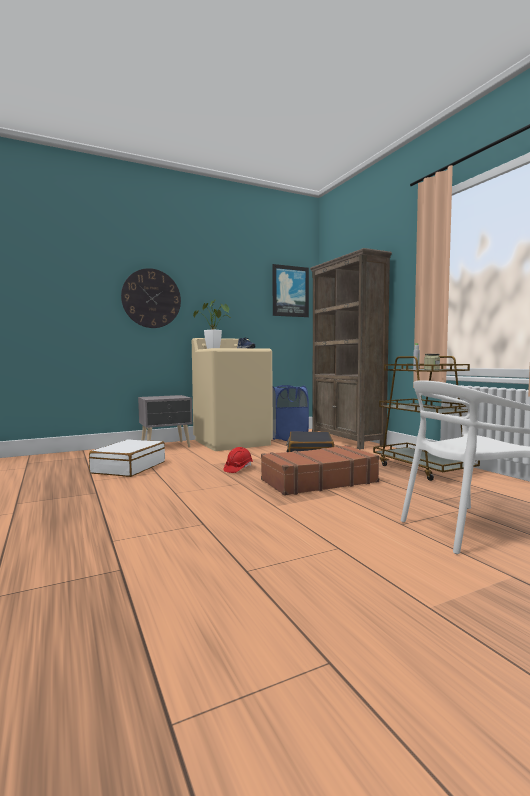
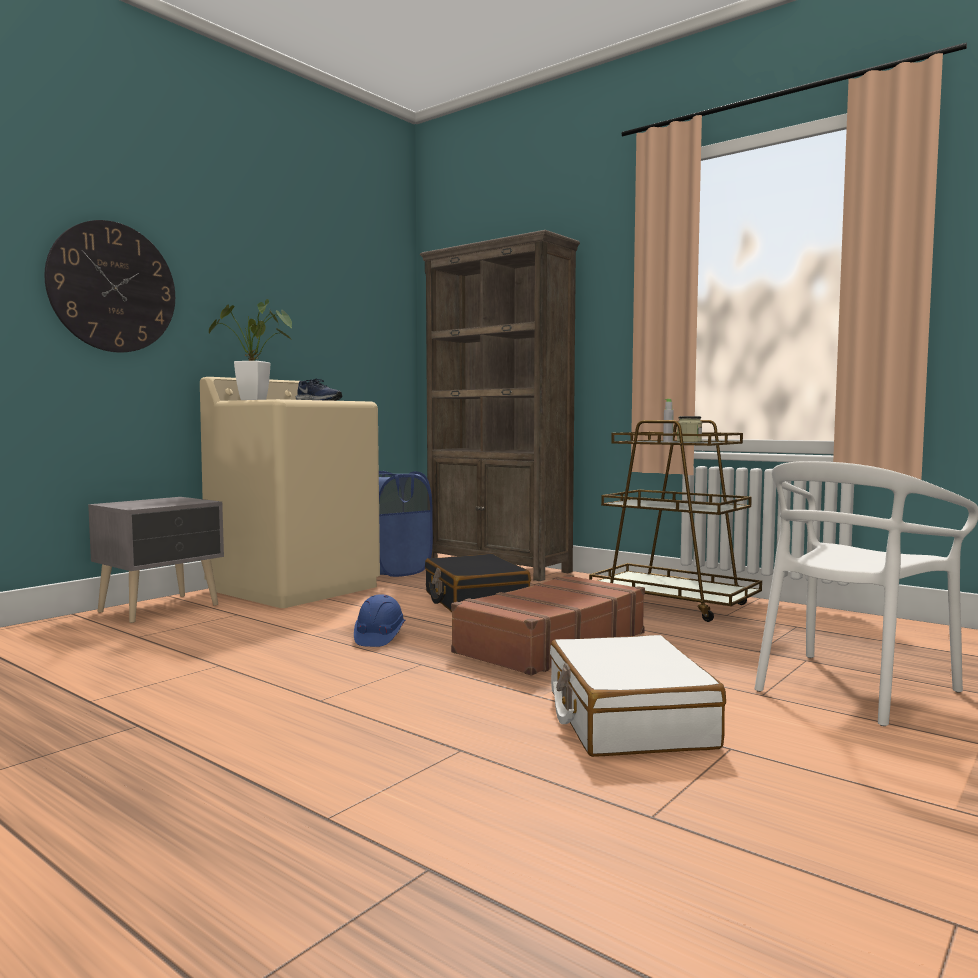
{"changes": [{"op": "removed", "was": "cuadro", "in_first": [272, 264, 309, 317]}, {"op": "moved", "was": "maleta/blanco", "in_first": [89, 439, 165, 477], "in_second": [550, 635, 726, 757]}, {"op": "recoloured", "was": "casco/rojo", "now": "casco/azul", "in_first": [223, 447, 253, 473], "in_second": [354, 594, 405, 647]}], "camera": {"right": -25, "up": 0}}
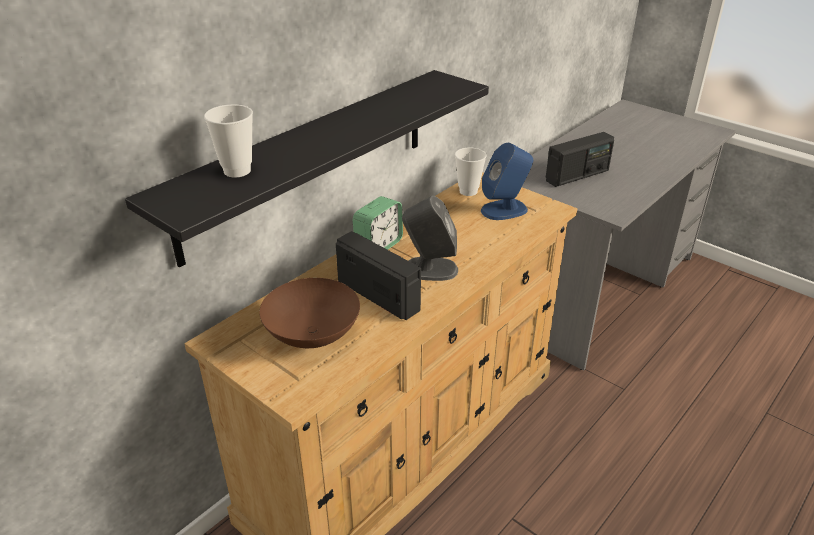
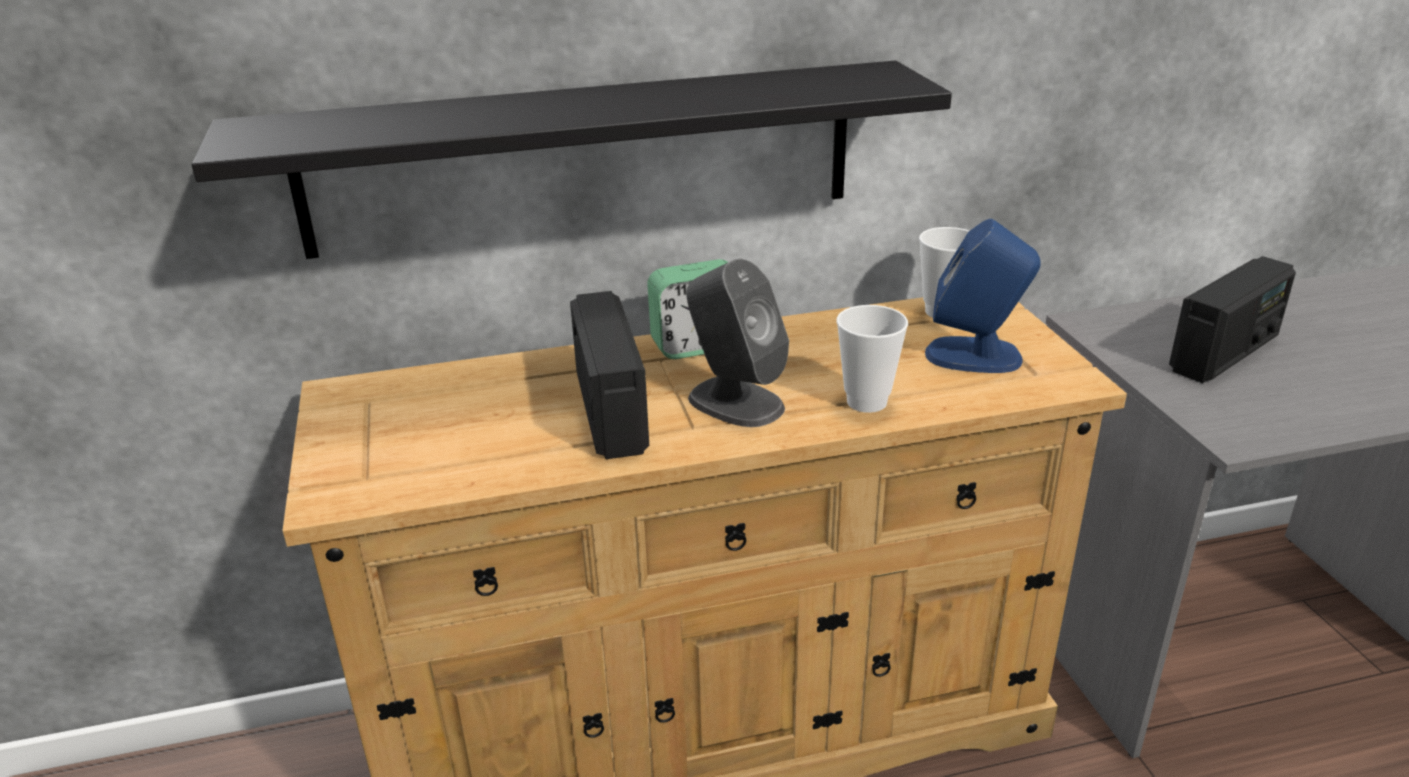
{"changes": [{"op": "moved", "was": "taza", "in_first": [204, 104, 253, 177], "in_second": [837, 305, 908, 413]}, {"op": "turned", "was": "radio", "in_first": [546, 132, 614, 187], "in_second": [1169, 256, 1296, 383], "clockwise": -45}, {"op": "removed", "was": "cuenco/marrón", "in_first": [259, 278, 360, 348]}], "camera": {"right": 35, "up": -5}}
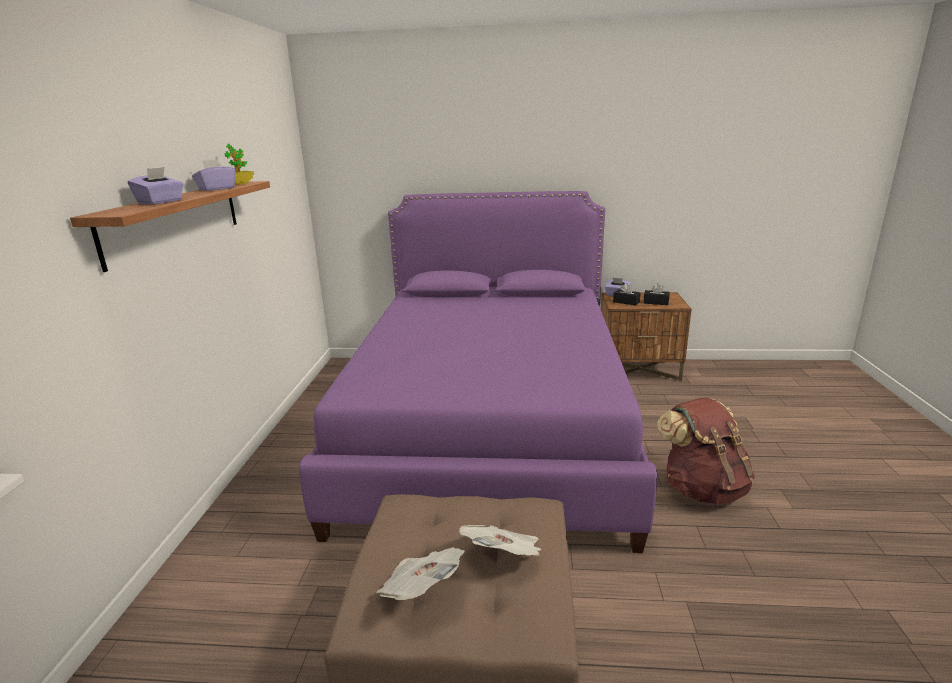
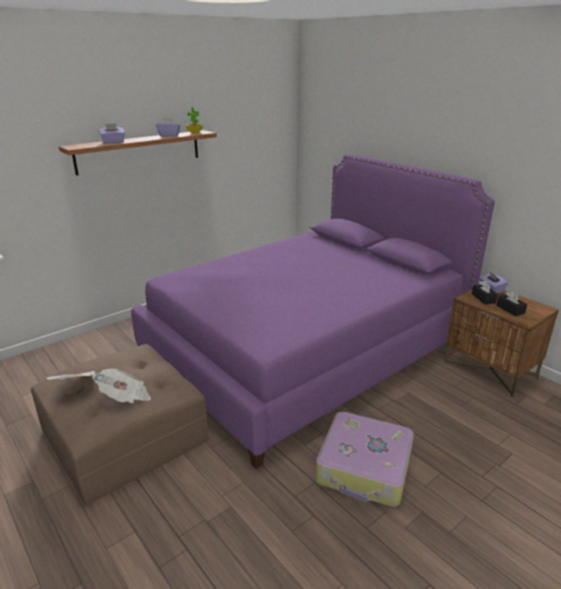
{"changes": [{"op": "replaced", "was": "mochila/marrón", "now": "maleta", "in_first": [657, 397, 755, 505], "in_second": [316, 412, 414, 507]}], "camera": {"right": 45, "up": 5}}
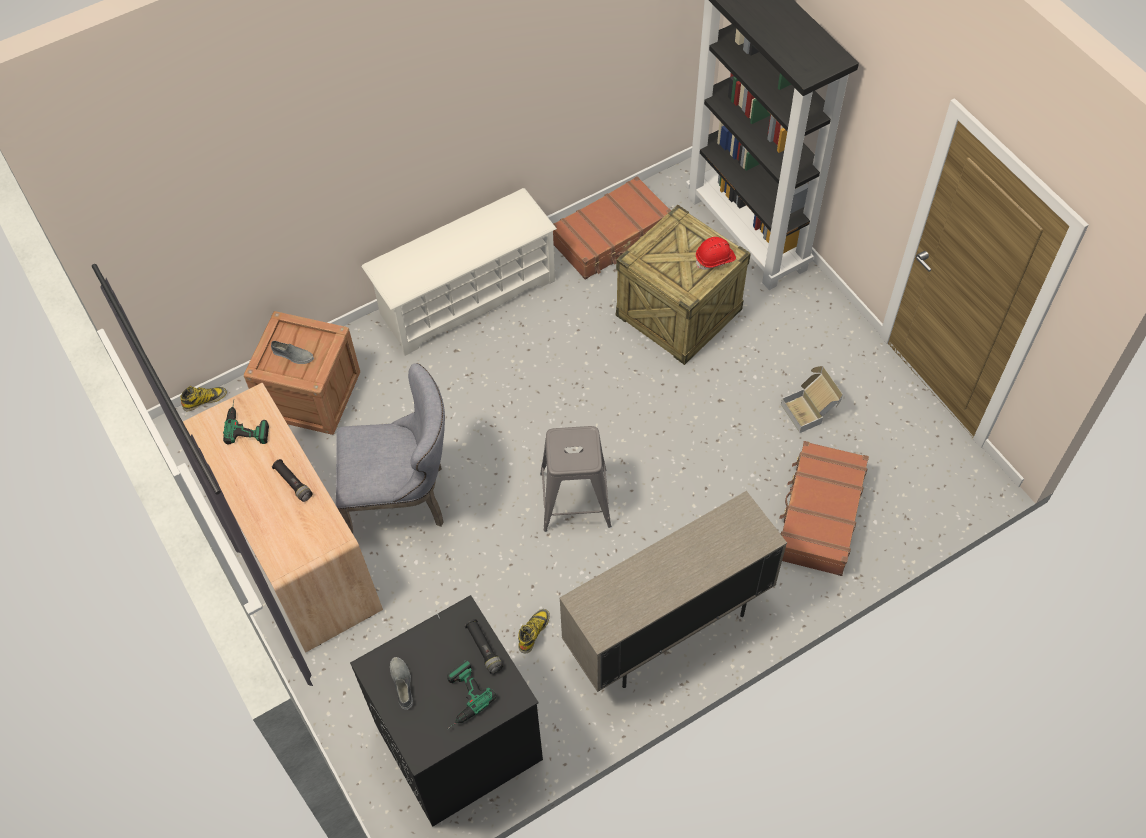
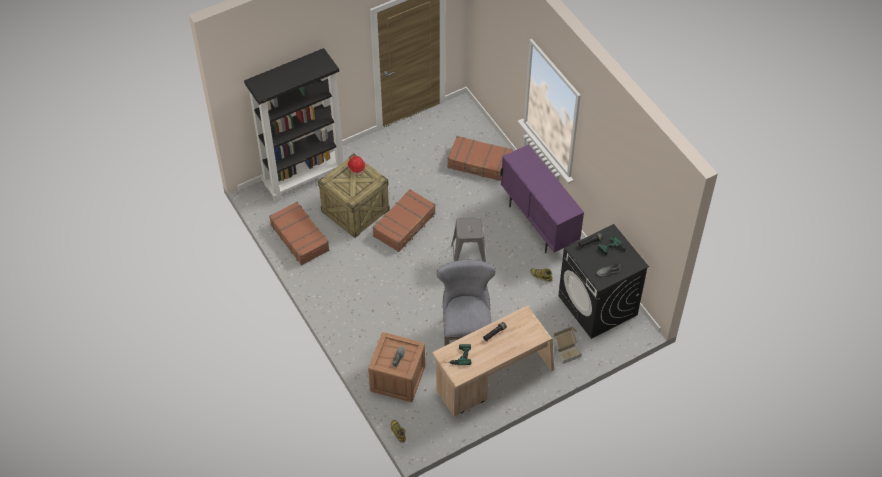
{"changes": [{"op": "removed", "was": "zapatero/blanco", "in_first": [361, 188, 557, 356]}, {"op": "moved", "was": "caja de cartón", "in_first": [781, 366, 843, 433], "in_second": [553, 327, 582, 364]}, {"op": "recoloured", "was": "armario/beis", "now": "armario/morado", "in_first": [559, 491, 787, 692], "in_second": [500, 144, 584, 253]}, {"op": "added", "now": "maleta/marrón", "in_second": [373, 189, 436, 252]}], "camera": {"right": -90, "up": -5}}
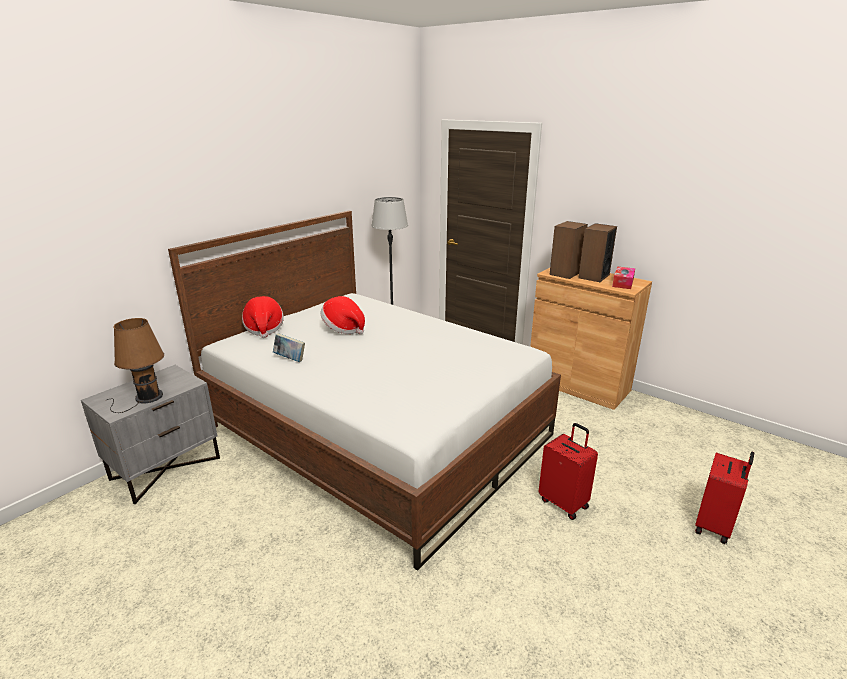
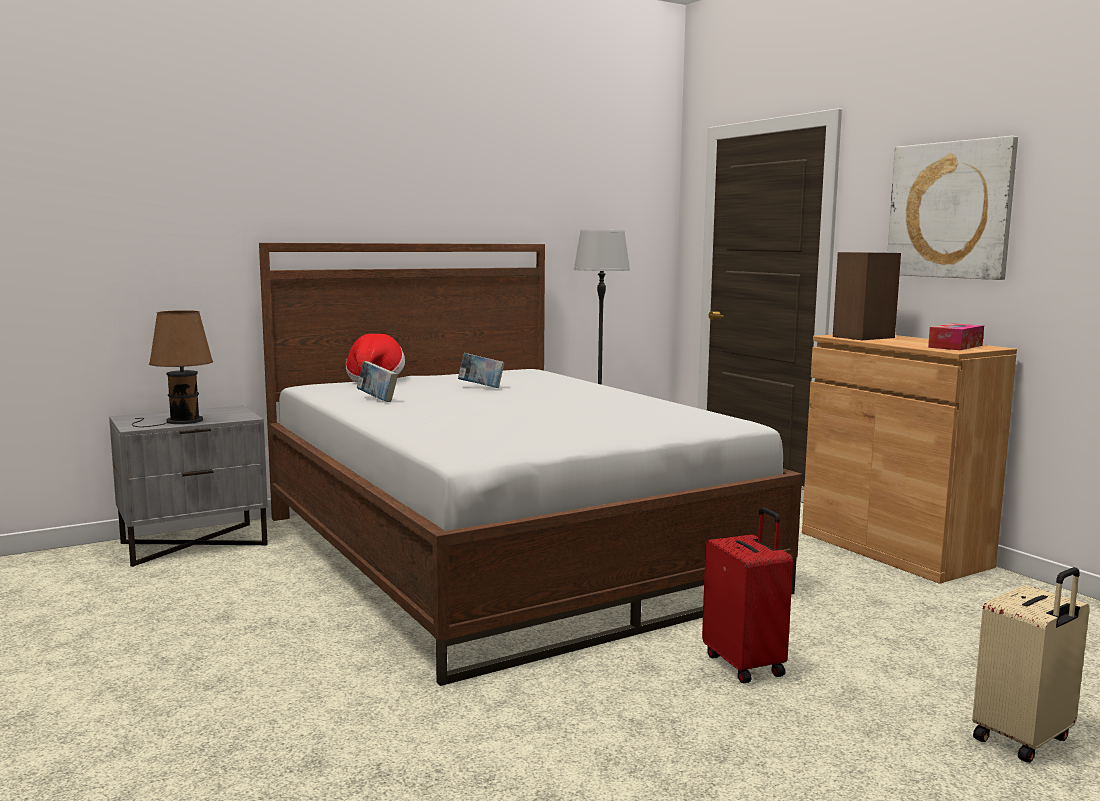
{"changes": [{"op": "removed", "was": "altavoz", "in_first": [579, 223, 617, 282]}, {"op": "replaced", "was": "sombrero", "now": "libro", "in_first": [320, 296, 365, 334], "in_second": [458, 353, 504, 388]}, {"op": "recoloured", "was": "maleta/rojo", "now": "maleta/beis", "in_first": [695, 452, 754, 544], "in_second": [972, 567, 1090, 763]}, {"op": "added", "now": "cuadro", "in_second": [887, 136, 1018, 280]}], "camera": {"right": 20, "up": -15}}
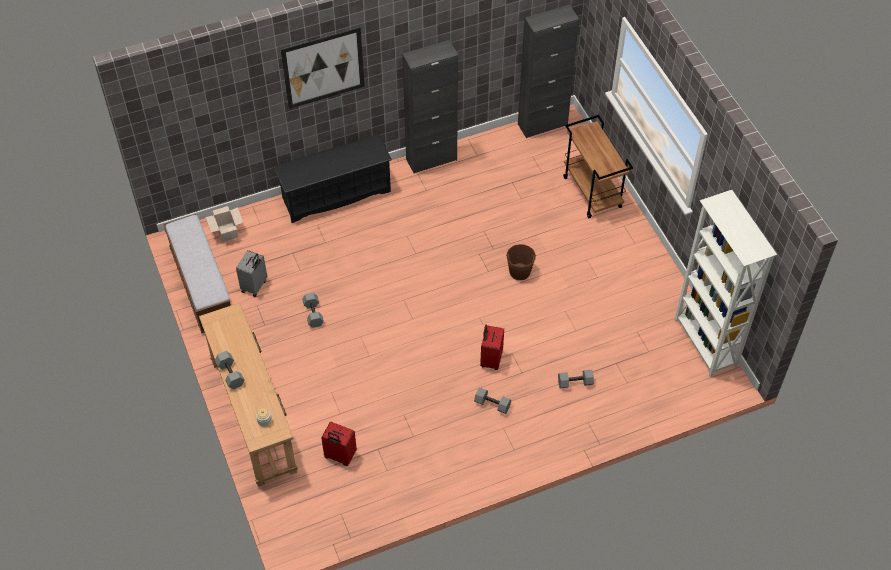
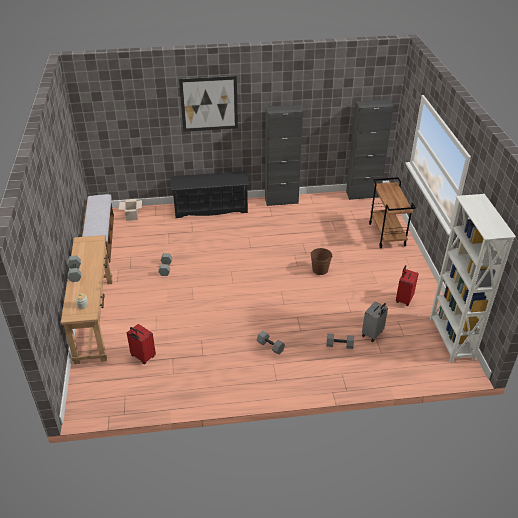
{"changes": [{"op": "moved", "was": "maleta/gris", "in_first": [236, 250, 267, 297], "in_second": [362, 301, 388, 342]}, {"op": "moved", "was": "maleta/rojo", "in_first": [480, 325, 504, 370], "in_second": [396, 265, 419, 306]}], "camera": {"right": 15, "up": -15}}
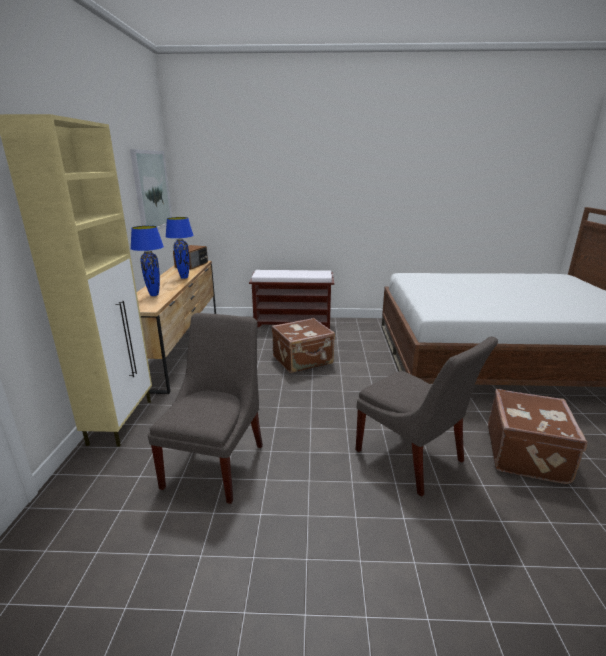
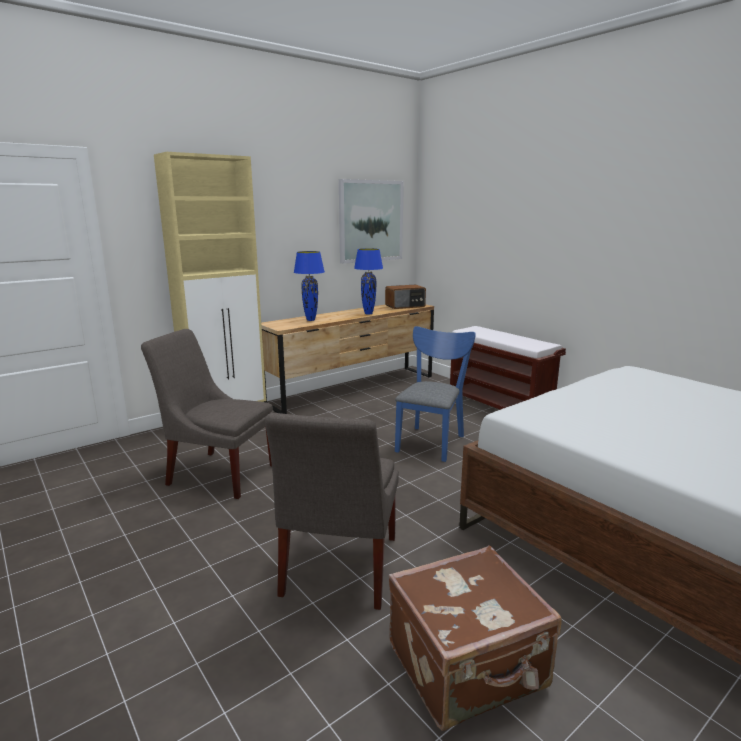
{"changes": [{"op": "turned", "was": "silla/gris", "in_first": [148, 313, 263, 504], "in_second": [141, 329, 274, 499], "clockwise": -135}, {"op": "replaced", "was": "maleta/marrón", "now": "silla/azul", "in_first": [271, 318, 335, 373], "in_second": [395, 326, 476, 462]}], "camera": {"right": 50, "up": -5}}
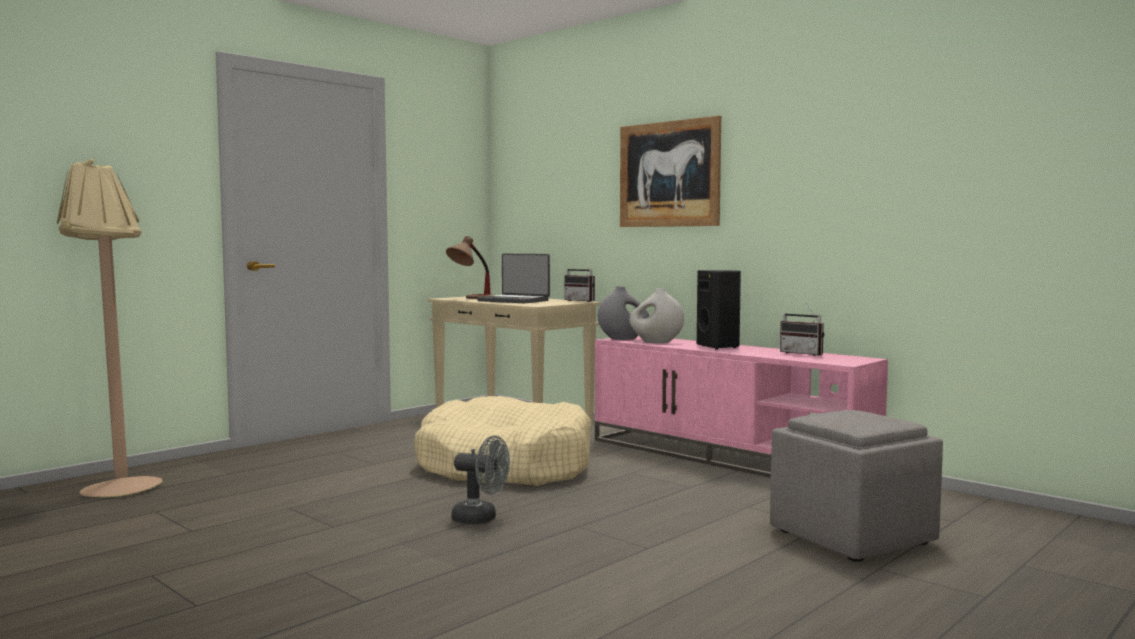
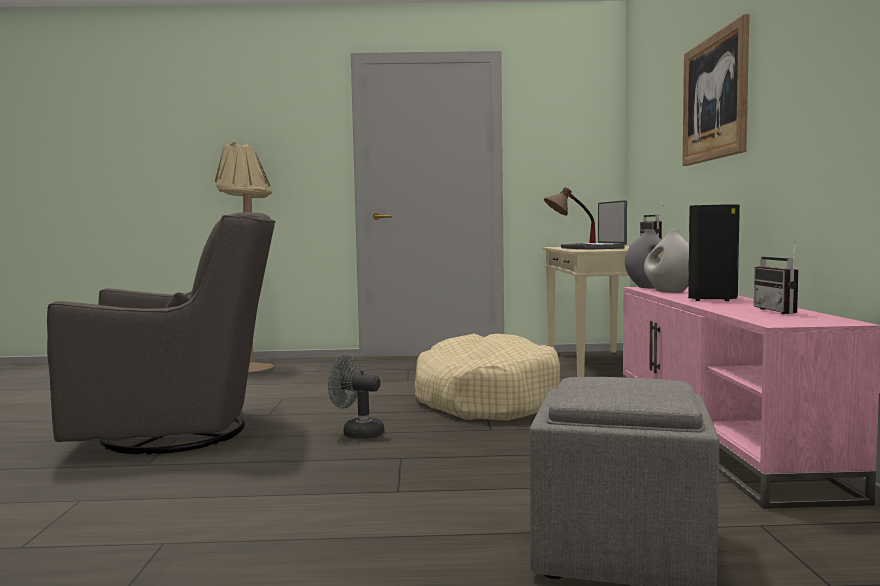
{"changes": [{"op": "turned", "was": "ventilador/gris", "in_first": [451, 435, 510, 524], "in_second": [328, 355, 384, 439], "clockwise": 135}, {"op": "added", "now": "sillón/gris", "in_second": [47, 212, 275, 455]}], "camera": {"right": 45, "up": 0}}
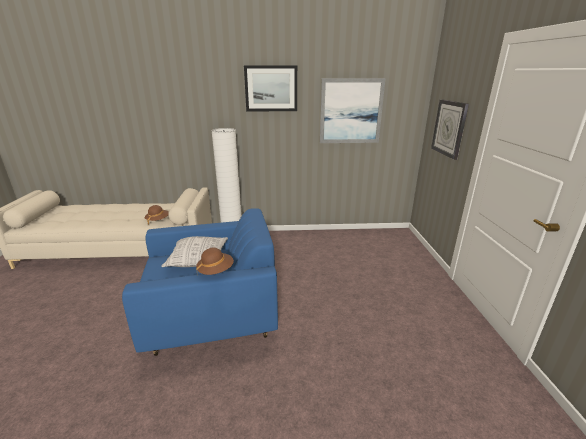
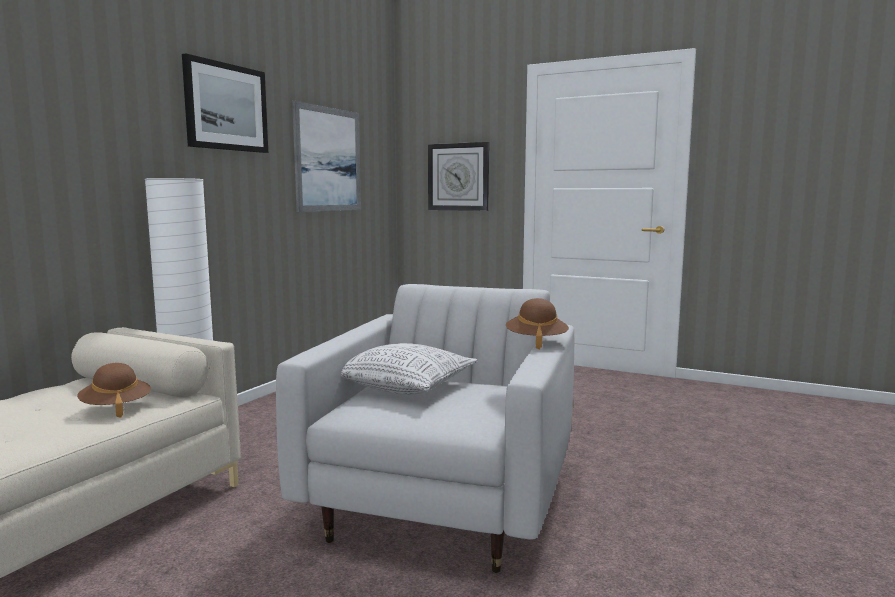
{"changes": [{"op": "recoloured", "was": "sillón/azul", "now": "sillón/blanco", "in_first": [122, 208, 278, 356], "in_second": [276, 284, 574, 573]}], "camera": {"right": -60, "up": -15}}
